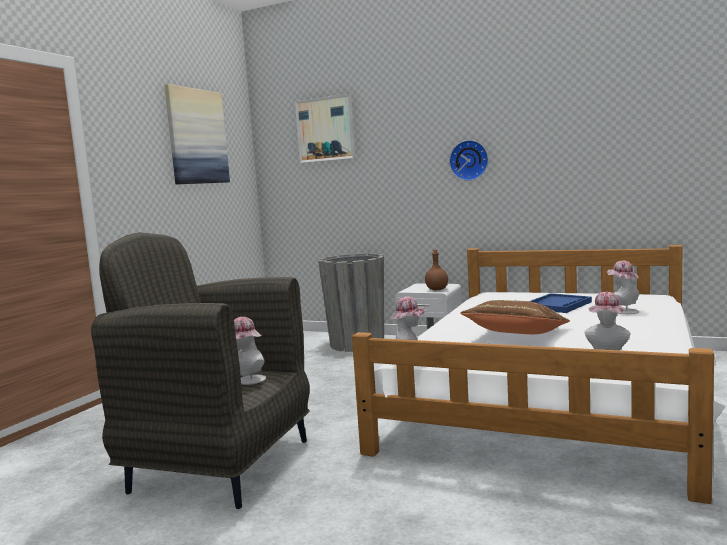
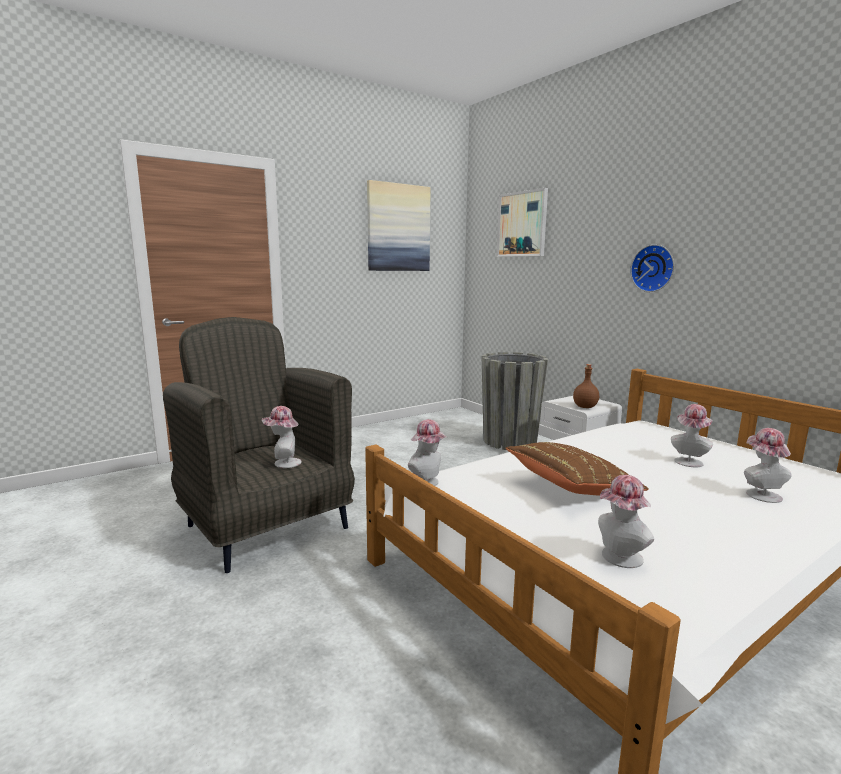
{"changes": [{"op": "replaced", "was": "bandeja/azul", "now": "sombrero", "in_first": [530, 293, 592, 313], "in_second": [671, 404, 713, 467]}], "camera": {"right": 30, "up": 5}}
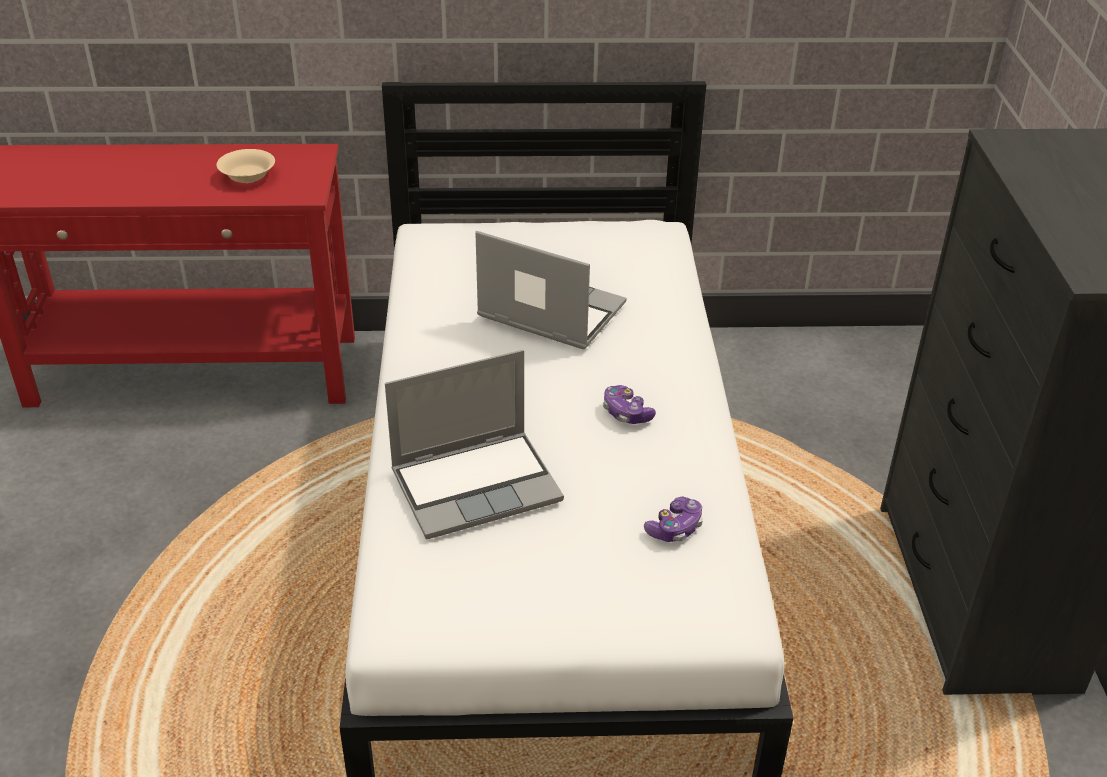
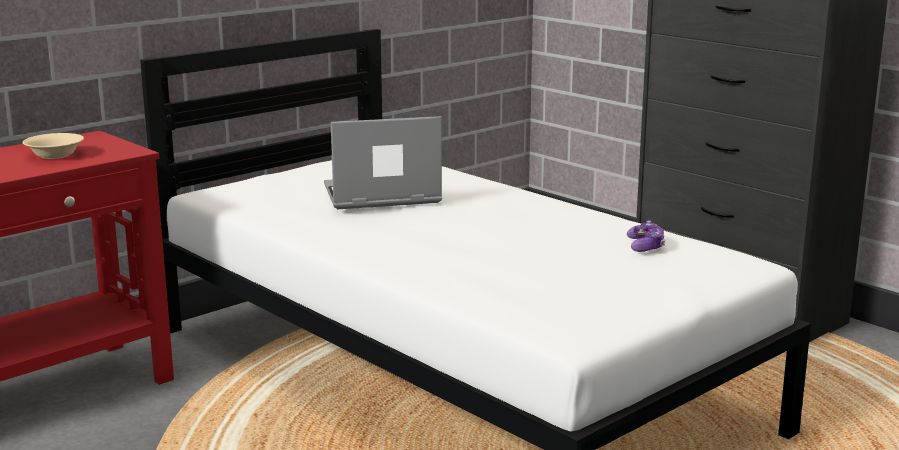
{"changes": [{"op": "removed", "was": "portátil", "in_first": [385, 350, 564, 539]}, {"op": "removed", "was": "mando de consola", "in_first": [603, 385, 656, 424]}], "camera": {"right": -40, "up": -20}}
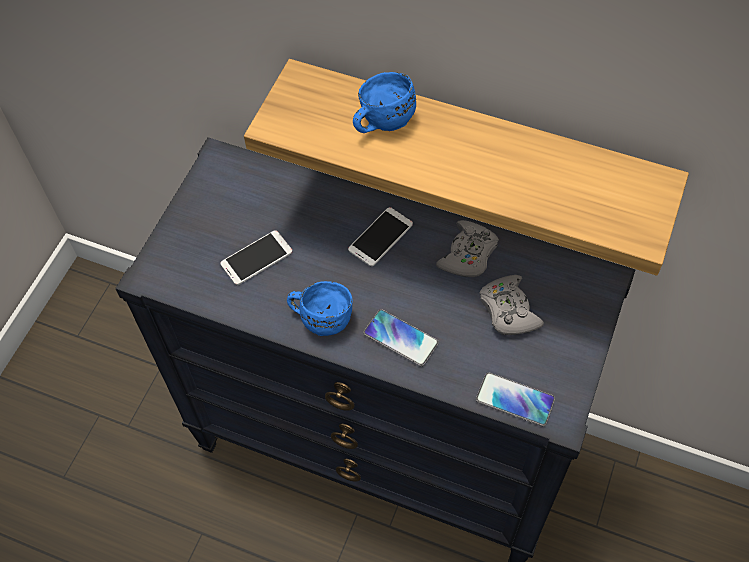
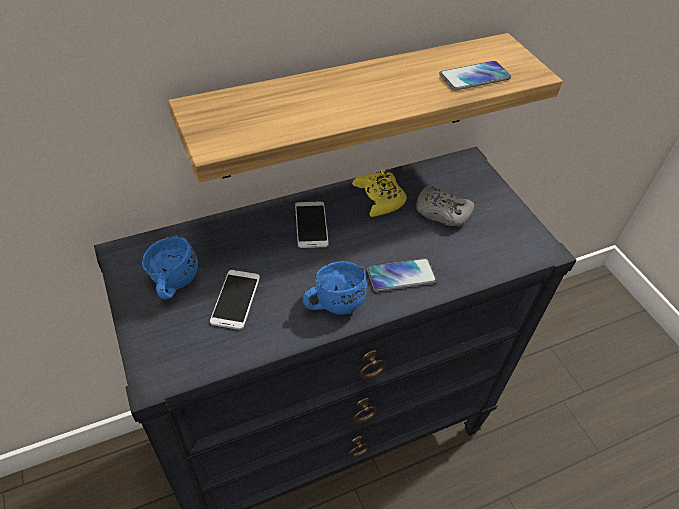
{"changes": [{"op": "moved", "was": "taza grande/azul", "in_first": [353, 72, 416, 133], "in_second": [142, 235, 198, 299]}, {"op": "recoloured", "was": "mando de consola/gris", "now": "mando de consola/amarillo", "in_first": [436, 220, 499, 277], "in_second": [352, 170, 407, 217]}, {"op": "moved", "was": "móvil", "in_first": [476, 372, 555, 426], "in_second": [439, 61, 511, 90]}], "camera": {"right": -50, "up": -10}}
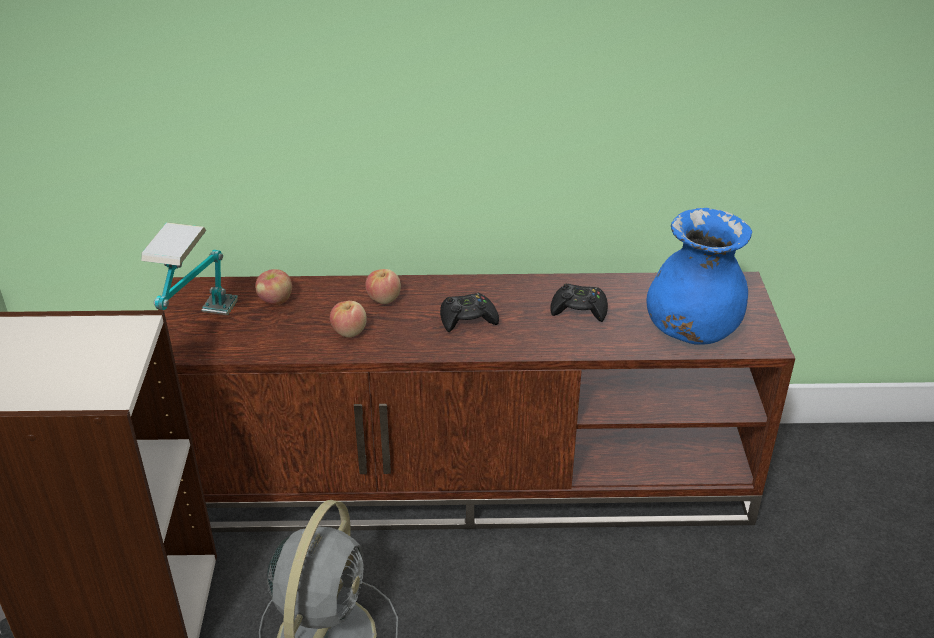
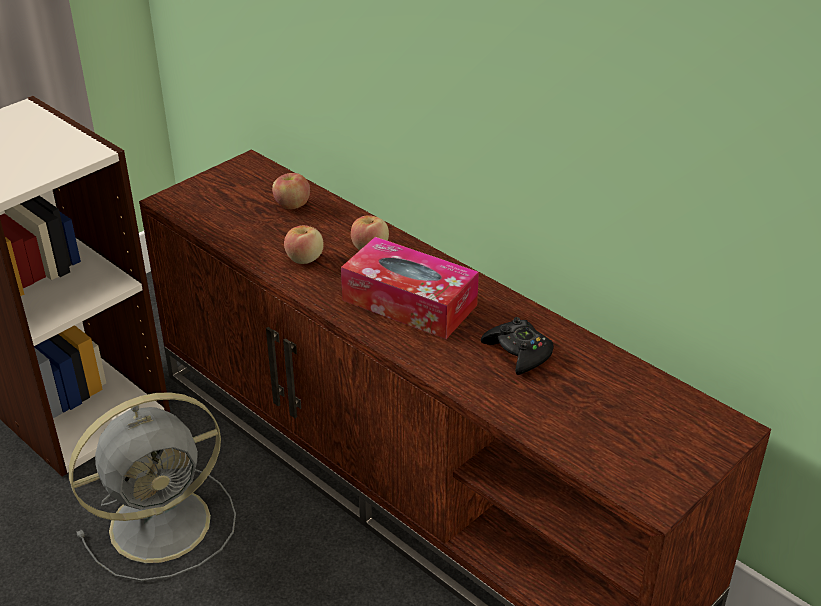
{"changes": [{"op": "removed", "was": "florero/azul", "in_first": [646, 208, 752, 345]}, {"op": "removed", "was": "lámpara de mesa", "in_first": [141, 222, 238, 315]}, {"op": "replaced", "was": "mando de consola/negro", "now": "caja de pañuelos", "in_first": [440, 293, 499, 332], "in_second": [341, 237, 479, 339]}], "camera": {"right": 45, "up": 0}}
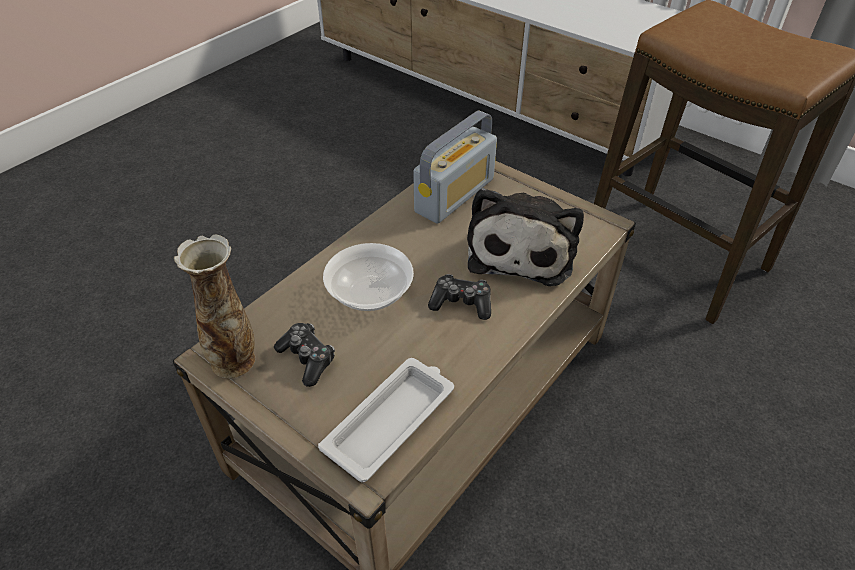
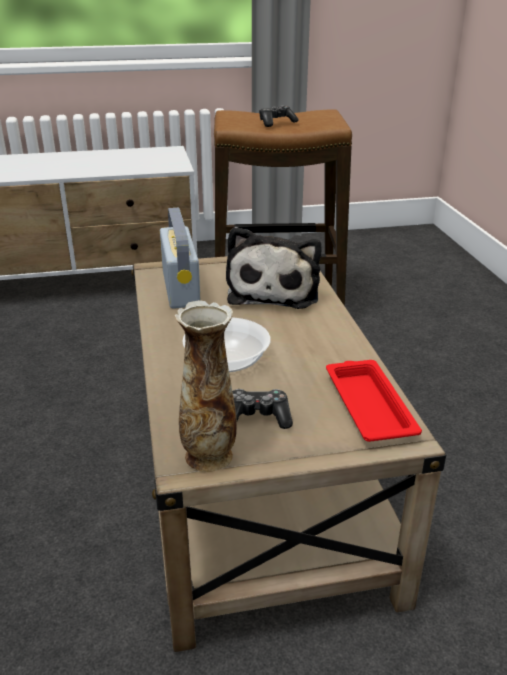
{"changes": [{"op": "turned", "was": "peluche", "in_first": [467, 188, 584, 286], "in_second": [226, 227, 321, 309], "clockwise": 45}, {"op": "moved", "was": "mando de consola", "in_first": [428, 274, 491, 320], "in_second": [259, 105, 298, 127]}, {"op": "recoloured", "was": "bandeja/blanco", "now": "bandeja/rojo", "in_first": [318, 358, 454, 482], "in_second": [326, 360, 422, 442]}], "camera": {"right": -50, "up": -15}}
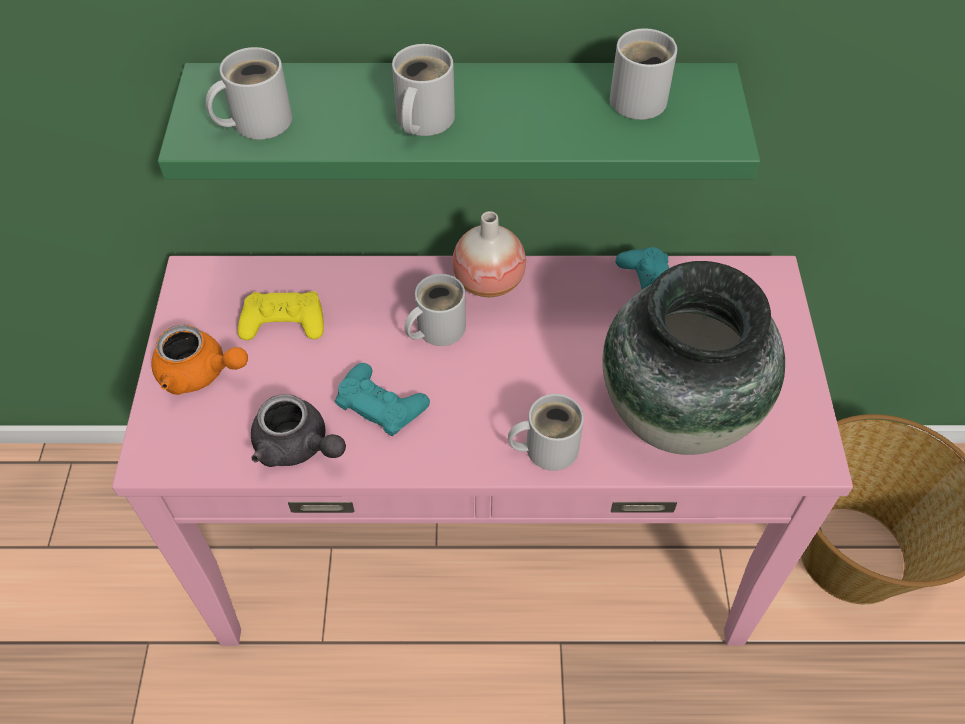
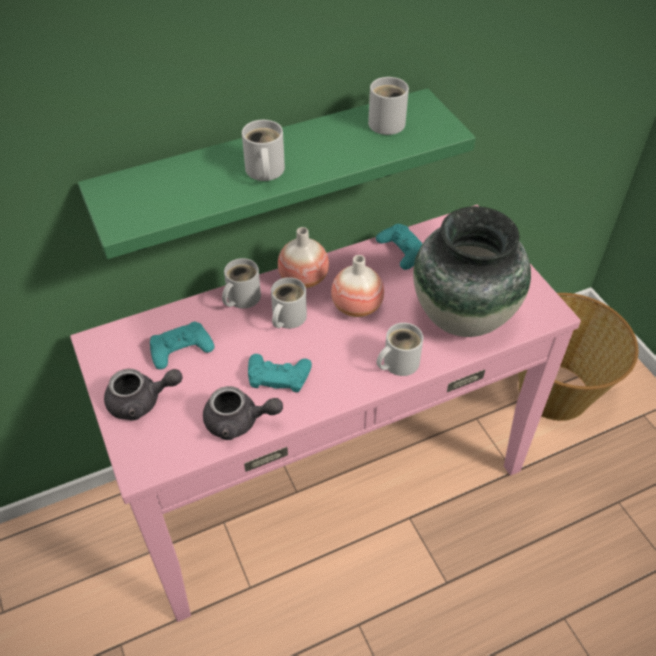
{"changes": [{"op": "moved", "was": "taza grande/blanco", "in_first": [206, 47, 292, 140], "in_second": [222, 258, 261, 309]}, {"op": "recoloured", "was": "mando de consola/amarillo", "now": "mando de consola/turquesa", "in_first": [238, 291, 324, 340], "in_second": [150, 321, 214, 370]}, {"op": "recoloured", "was": "tetera/naranja", "now": "tetera/gris", "in_first": [151, 325, 248, 395], "in_second": [104, 369, 183, 421]}, {"op": "added", "now": "florero", "in_second": [331, 255, 384, 317]}], "camera": {"right": -25, "up": -5}}
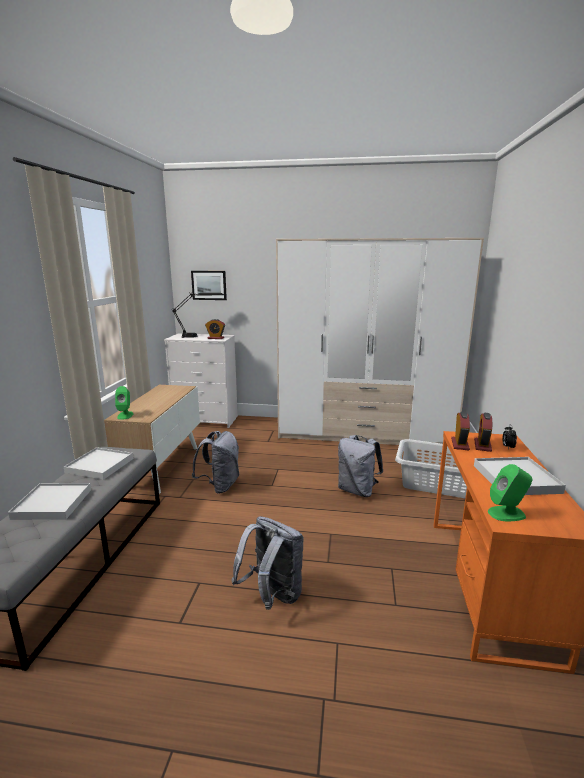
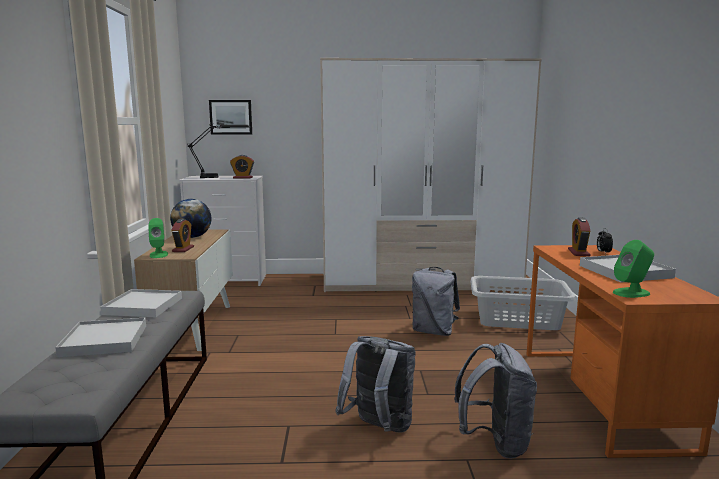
{"changes": [{"op": "moved", "was": "despertador", "in_first": [451, 412, 470, 450], "in_second": [171, 219, 194, 252]}, {"op": "moved", "was": "mochila/gris", "in_first": [192, 431, 239, 493], "in_second": [454, 343, 537, 459]}, {"op": "added", "now": "globo terráqueo", "in_second": [170, 199, 212, 238]}], "camera": {"right": -10, "up": -5}}
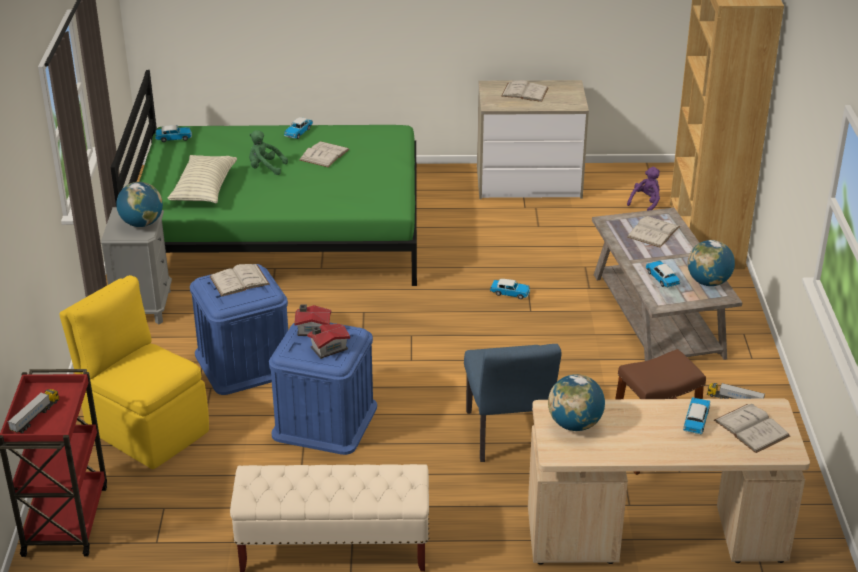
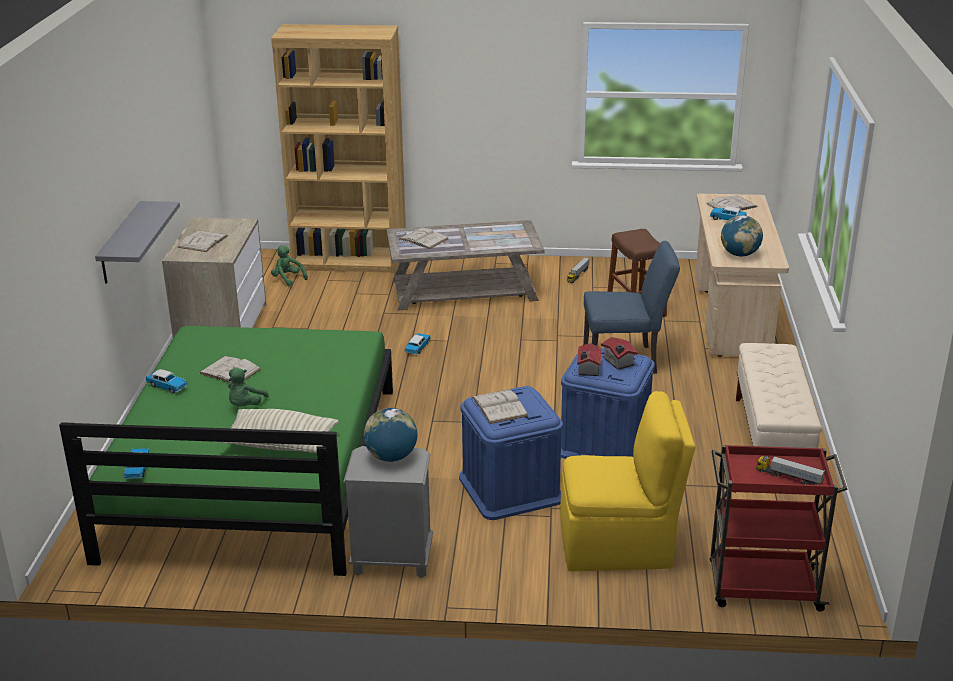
{"changes": [{"op": "recoloured", "was": "peluche/morado", "now": "peluche/verde", "in_first": [627, 167, 660, 211], "in_second": [271, 245, 308, 286]}, {"op": "removed", "was": "globo terráqueo", "in_first": [688, 240, 735, 286]}, {"op": "removed", "was": "coche de juguete", "in_first": [645, 261, 680, 288]}, {"op": "turned", "was": "silla/amarillo", "in_first": [59, 275, 209, 469], "in_second": [560, 391, 696, 572], "clockwise": -135}, {"op": "added", "now": "estante/gris", "in_second": [95, 201, 180, 284]}], "camera": {"right": -85, "up": -5}}
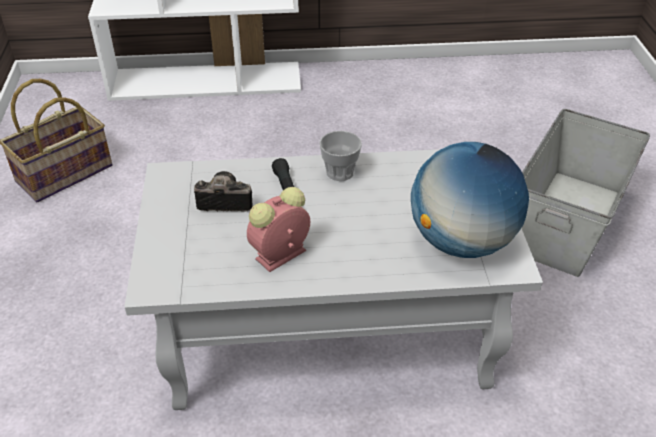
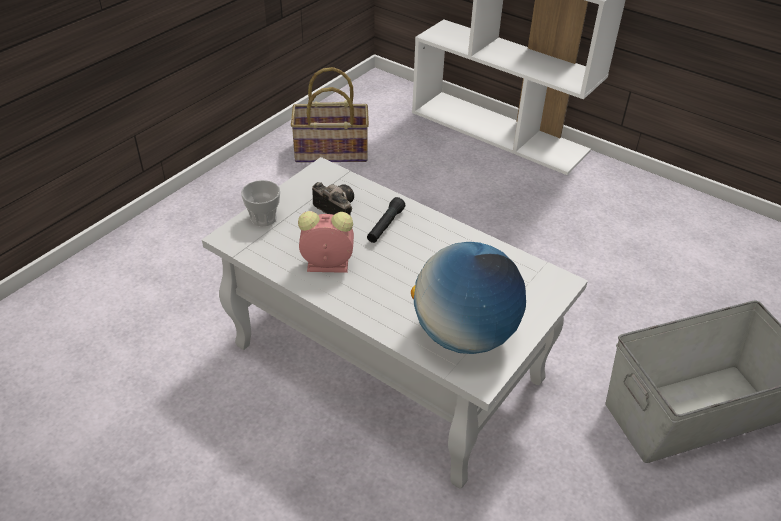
{"changes": [{"op": "moved", "was": "taza", "in_first": [319, 131, 362, 181], "in_second": [241, 180, 280, 226]}], "camera": {"right": 40, "up": 0}}
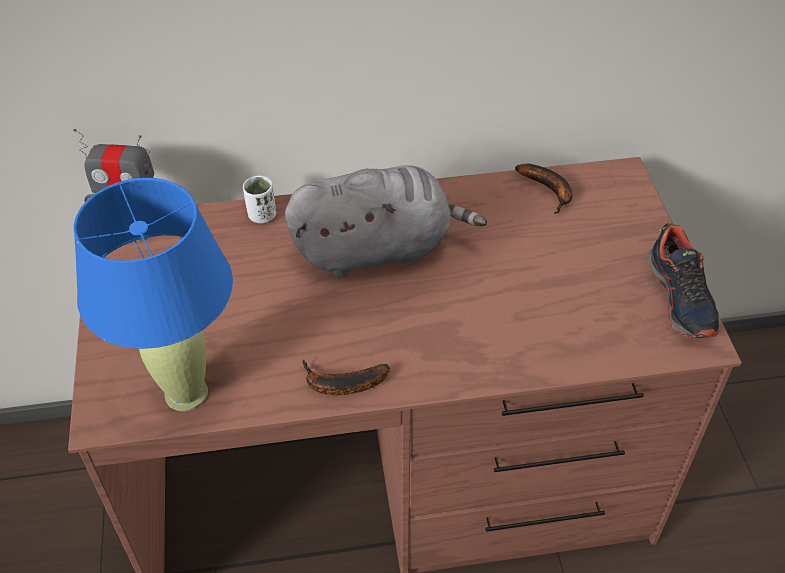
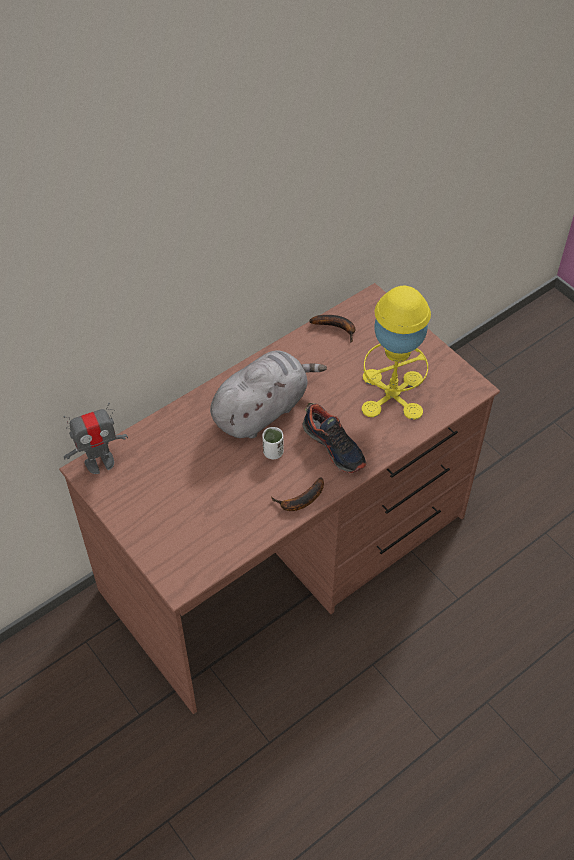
{"changes": [{"op": "moved", "was": "taza/blanco", "in_first": [243, 176, 276, 223], "in_second": [262, 427, 284, 459]}, {"op": "removed", "was": "lámpara de mesa/azul", "in_first": [74, 178, 233, 411]}, {"op": "moved", "was": "zapato", "in_first": [648, 222, 719, 338], "in_second": [302, 403, 366, 473]}, {"op": "added", "now": "lámpara de mesa/amarillo", "in_second": [362, 286, 431, 420]}], "camera": {"right": -30, "up": 5}}
